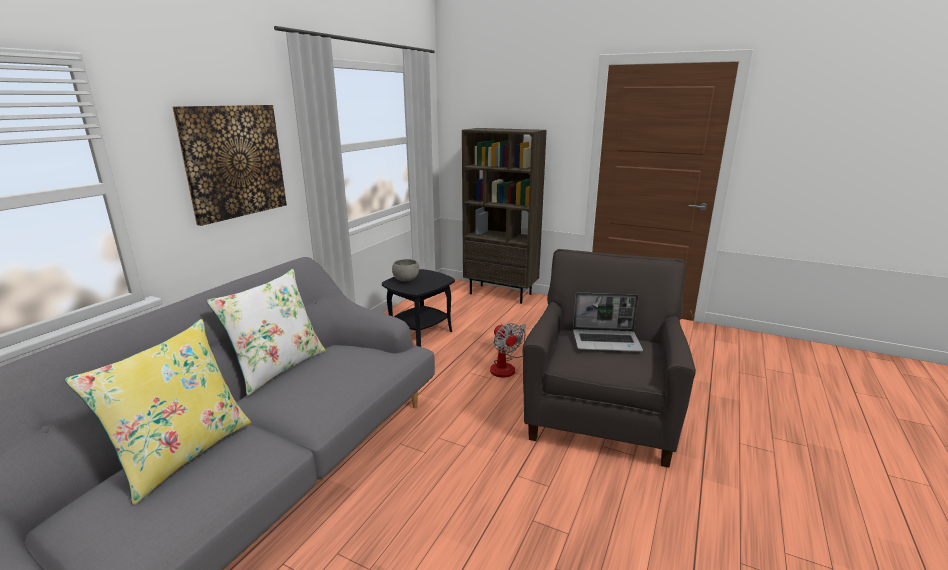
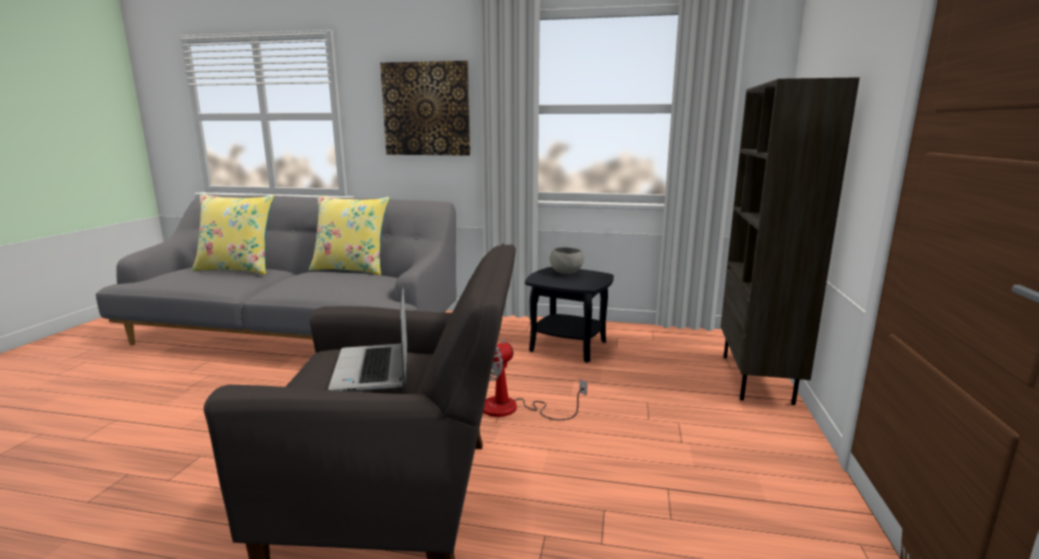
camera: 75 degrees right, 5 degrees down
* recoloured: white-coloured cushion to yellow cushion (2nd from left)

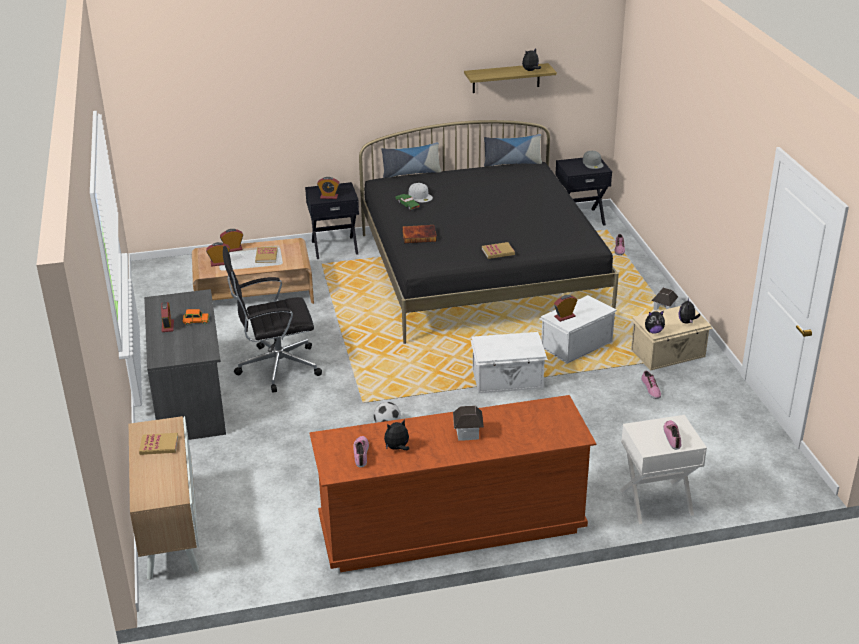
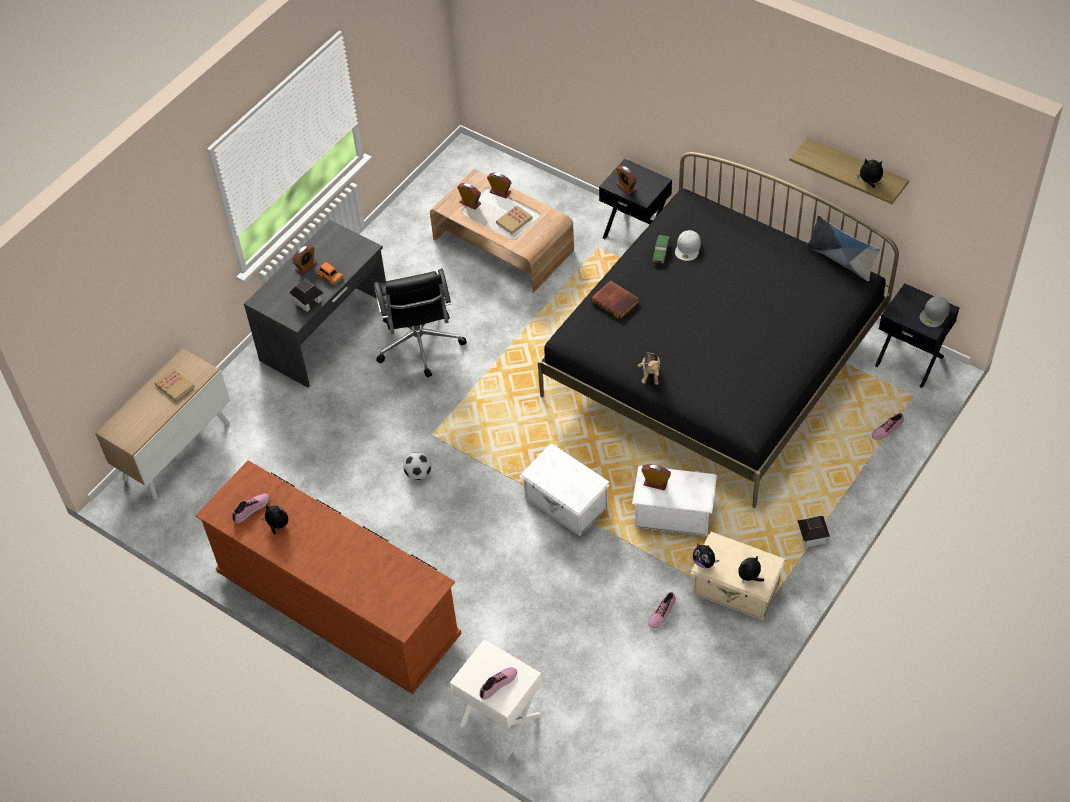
camera: 50 degrees right, 20 degrees up
* removed: cushion (1st from left)
* replaced: book (4th from left) to plush toy (2nd from left)
* turned: blackish computer chair 135 degrees counterclockwise
* moved: toy house (1st from left)

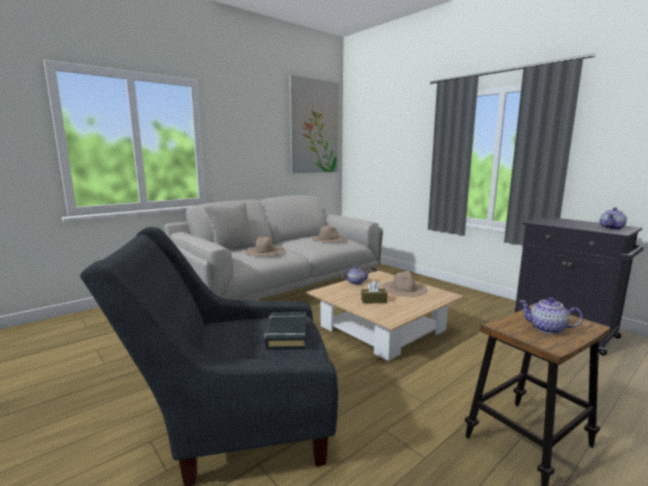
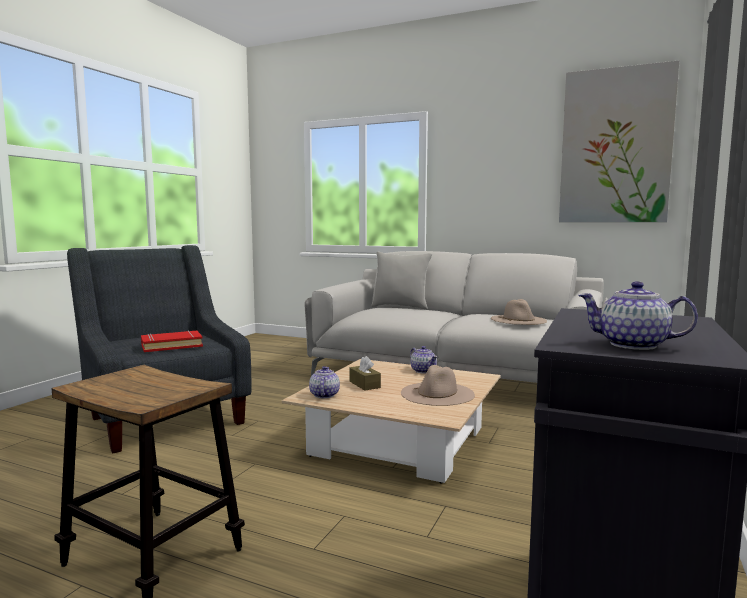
camera: 65 degrees right, 5 degrees down
* removed: beige-coloured wearable hat (1st from left)
* moved: teapot (2nd from left in the first image) to teapot (1st from left)
* recoloured: blackish book to red book

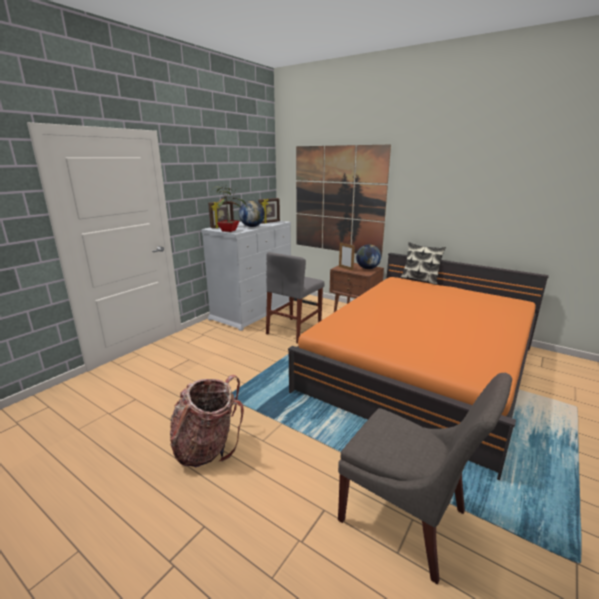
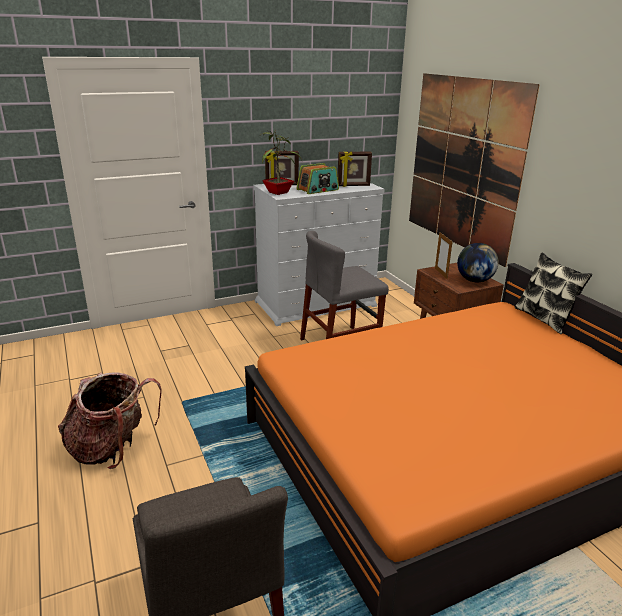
camera: 30 degrees right, 5 degrees up
* replaced: globe (1st from left) to radio set

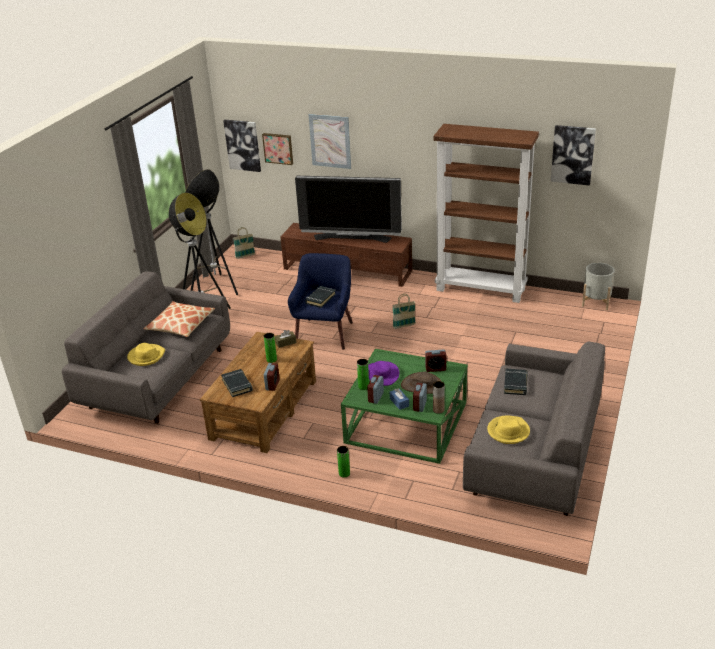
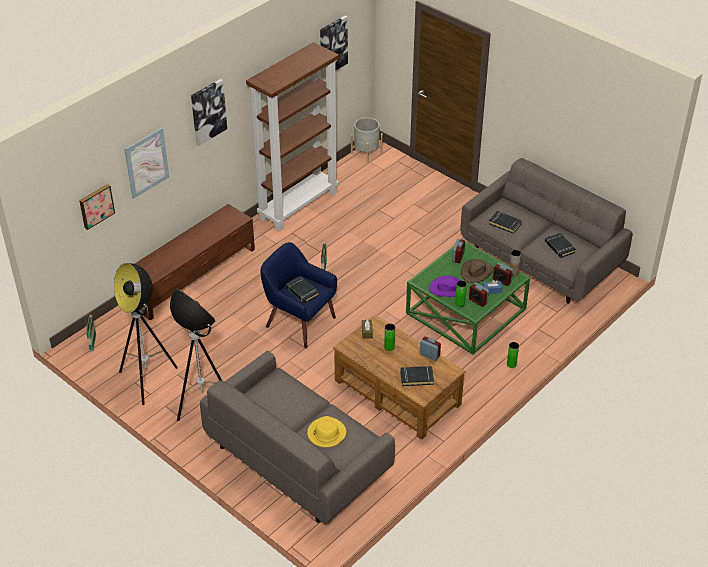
camera: 70 degrees left, 10 degrees up
* moved: wall art (1st from left in the first image) to wall art (3rd from left)
* removed: television
* removed: cushion
* replaced: yellow wearable hat (2nd from left) to blackish book (4th from left)

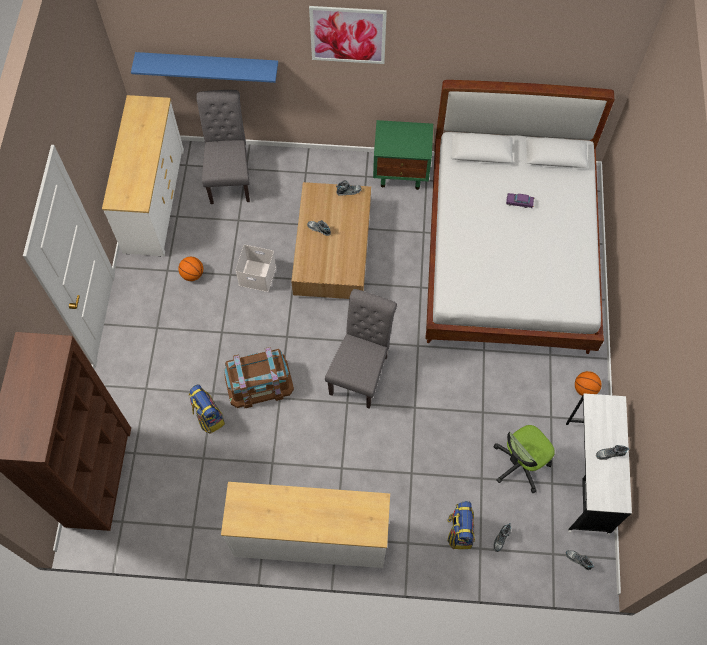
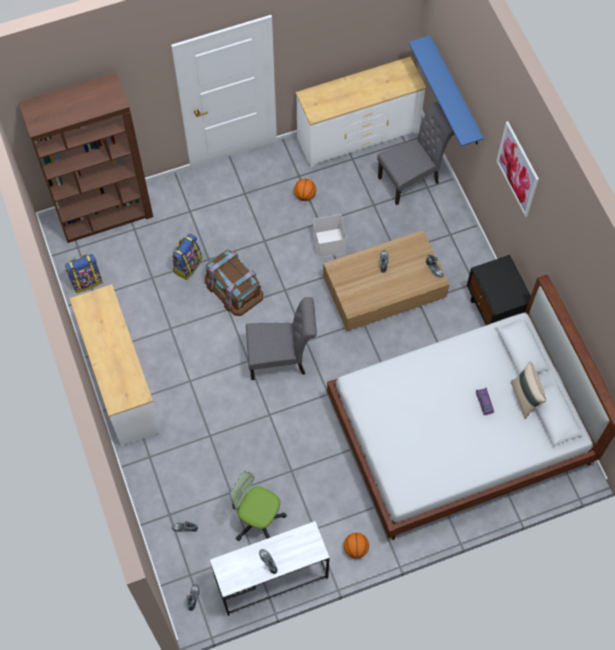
camera: 65 degrees right, 0 degrees up
* recoloured: green-coloured night table to blackish night table
* moved: knapsack (2nd from left in the first image) to knapsack (1st from left)
* added: beige-coloured cushion

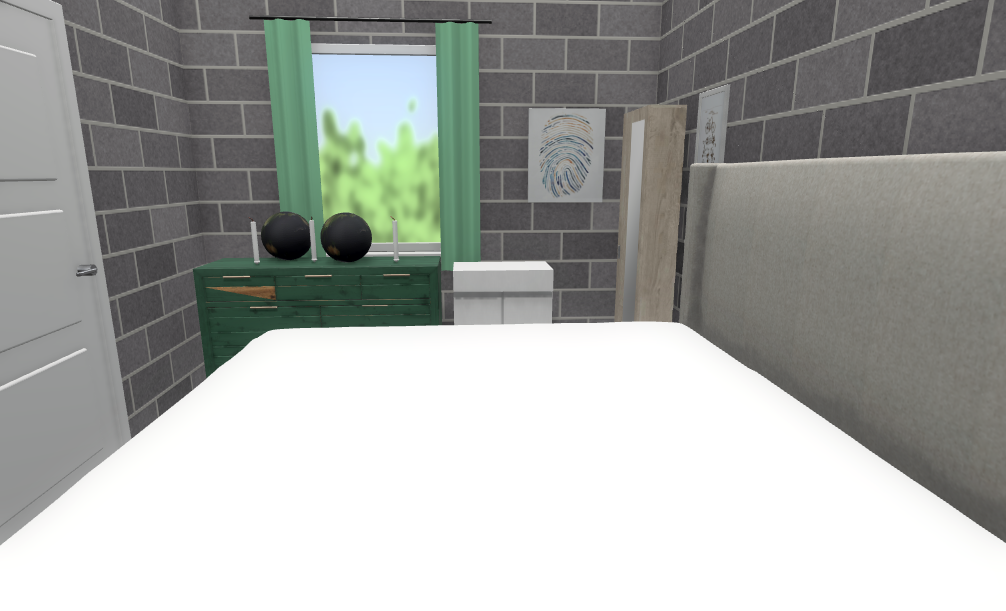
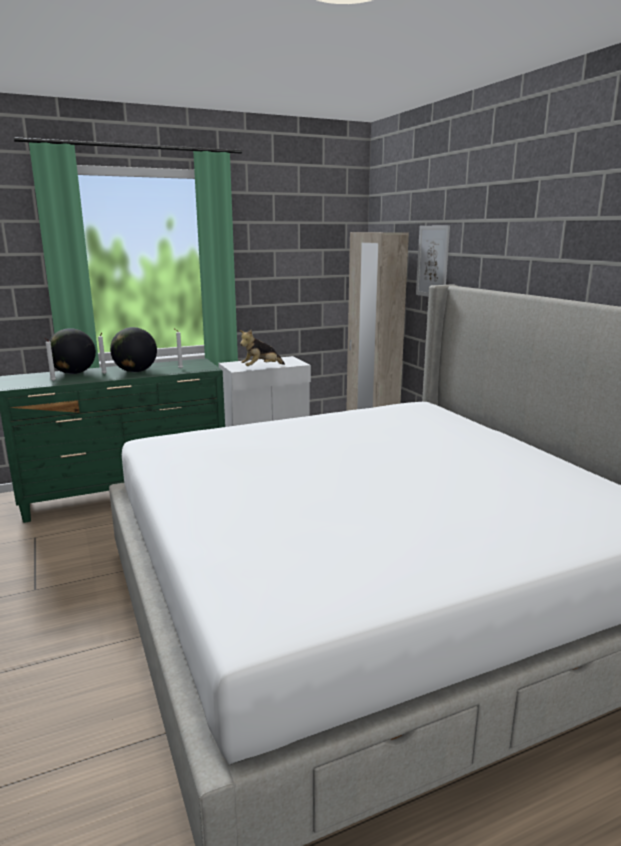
camera: 20 degrees left, 5 degrees up
* removed: wall art (1st from left)
* added: plush toy

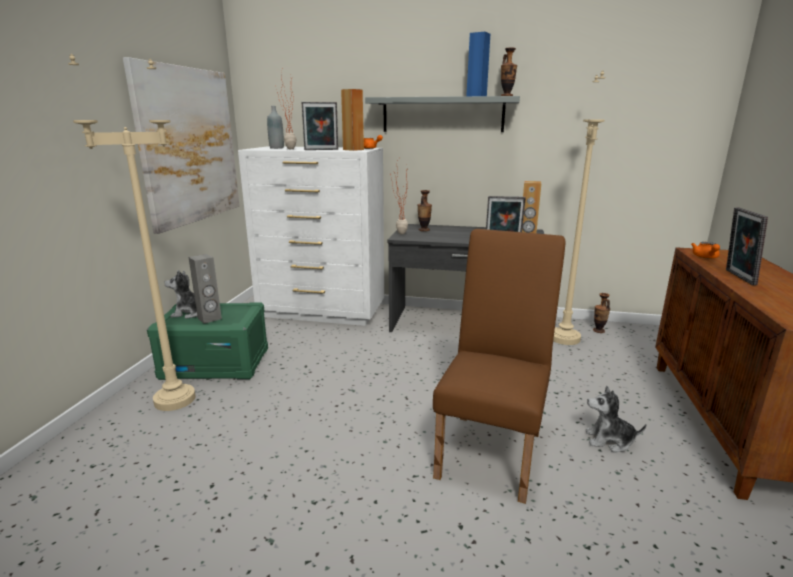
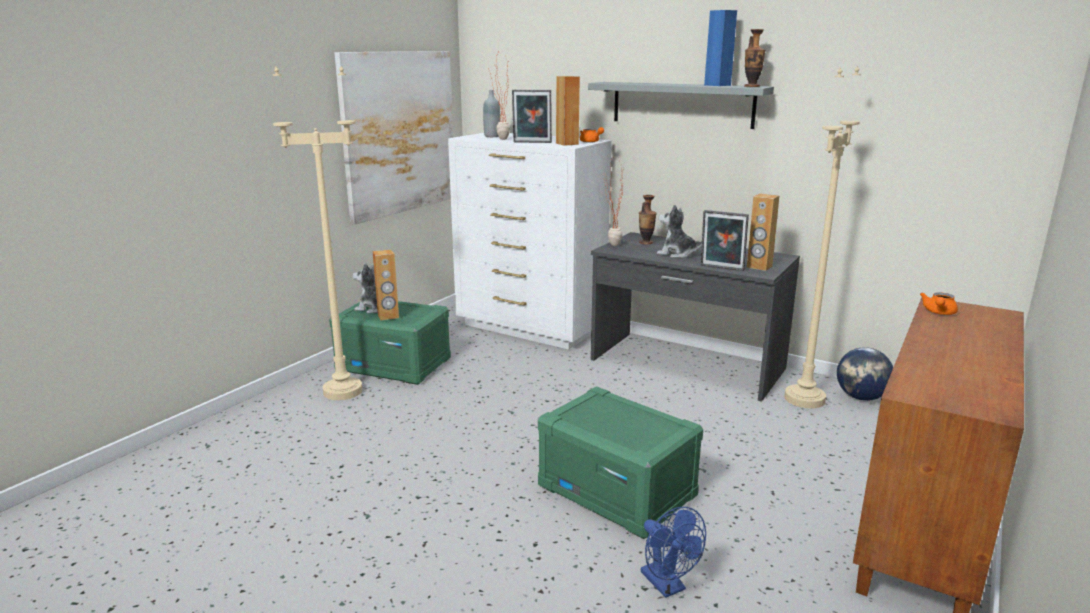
camera: 20 degrees right, 0 degrees up
* removed: standing frame (3rd from left)
* replaced: brown plain chair to green-coloured storage container (2nd from left)
* recoloured: gray speaker to brown speaker (1st from left)
* replaced: decorative vase (3rd from left) to globe
* moved: plush toy (2nd from left)
* added: blue-coloured cooling fan

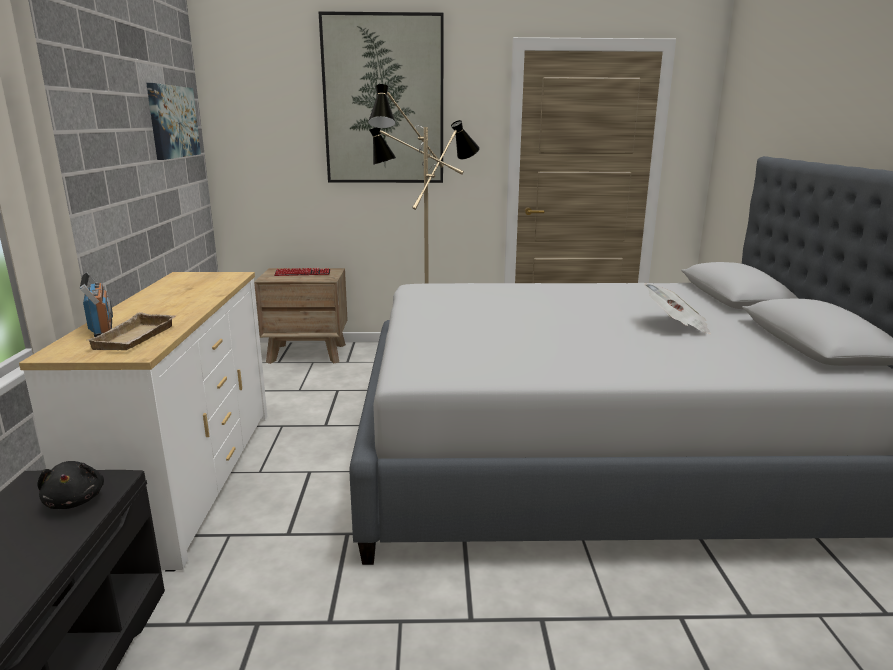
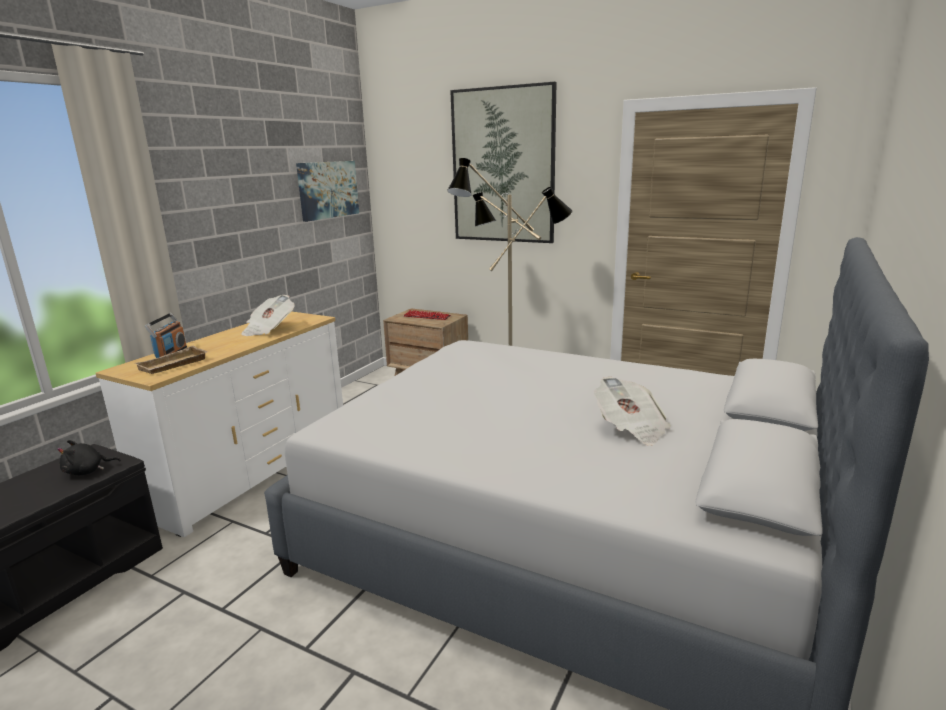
camera: 30 degrees right, 0 degrees up
* turned: blackish plush toy 60 degrees clockwise
* added: printed paper (1st from left)

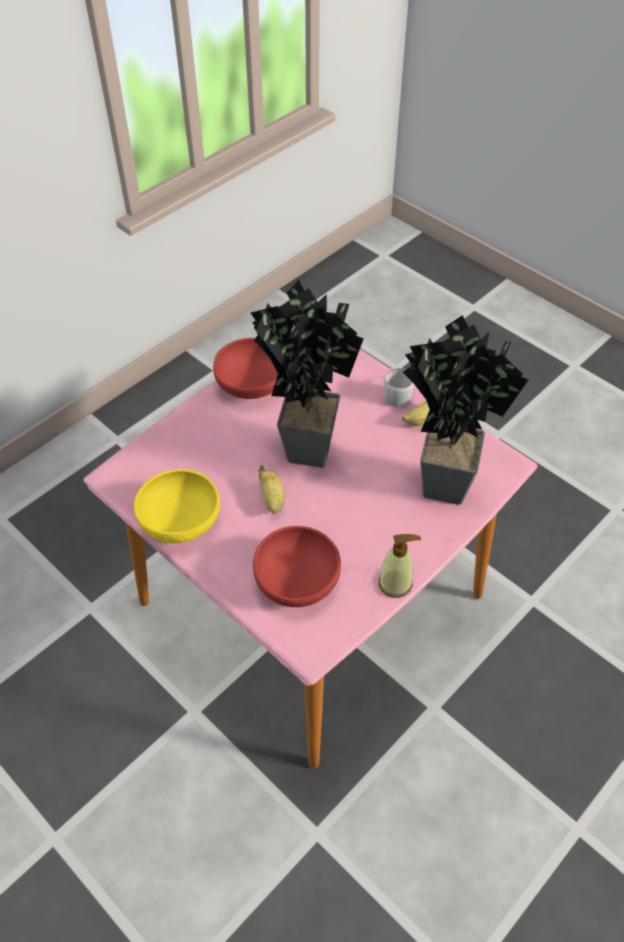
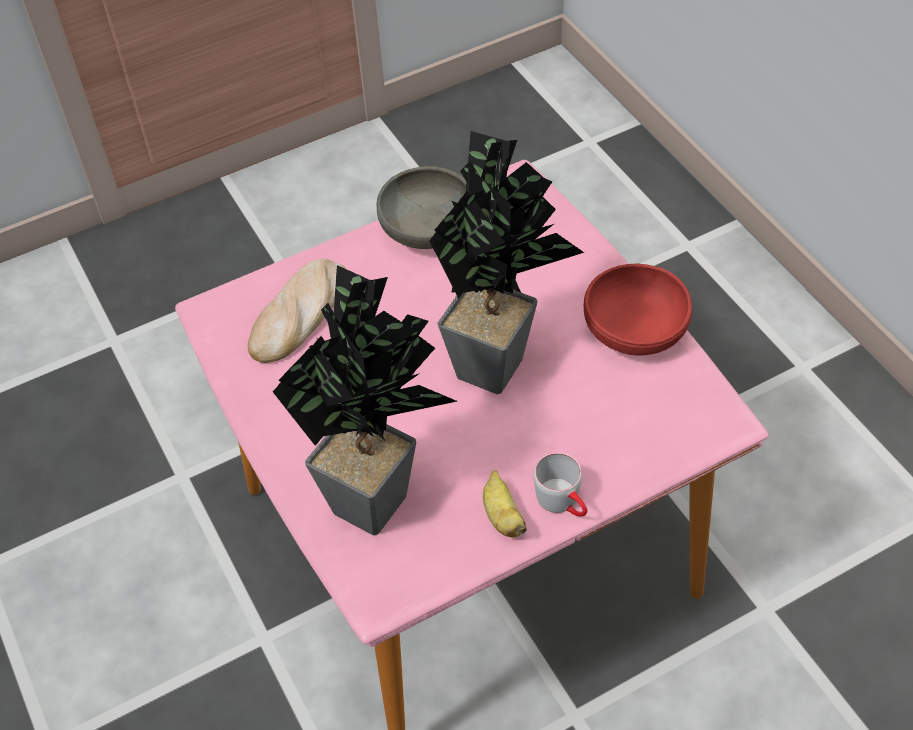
camera: 110 degrees right, 0 degrees up
* removed: banana (1st from left)
* recoloured: yellow serving bowl to gray serving bowl
* replaced: red serving bowl (2nd from left) to baked bread
* removed: soap dispenser

